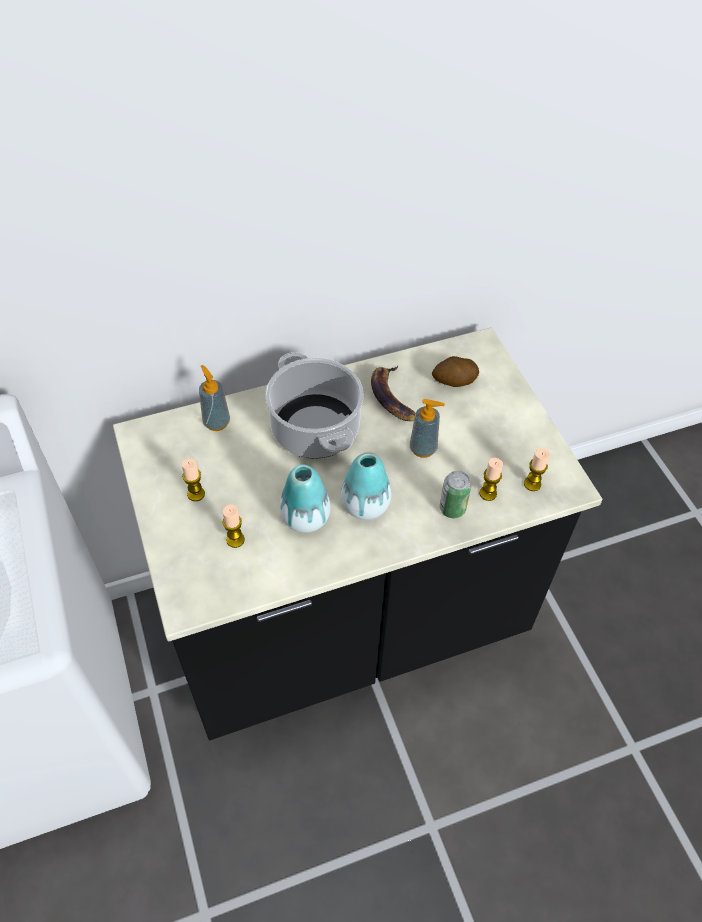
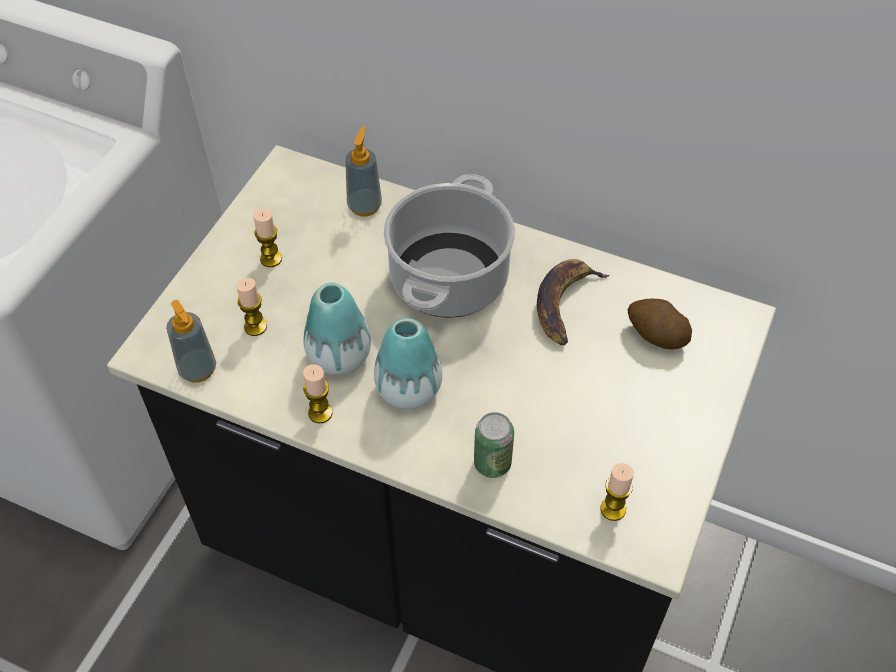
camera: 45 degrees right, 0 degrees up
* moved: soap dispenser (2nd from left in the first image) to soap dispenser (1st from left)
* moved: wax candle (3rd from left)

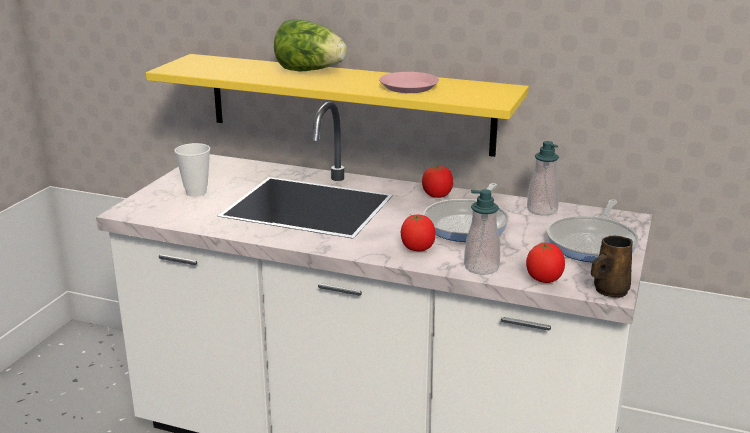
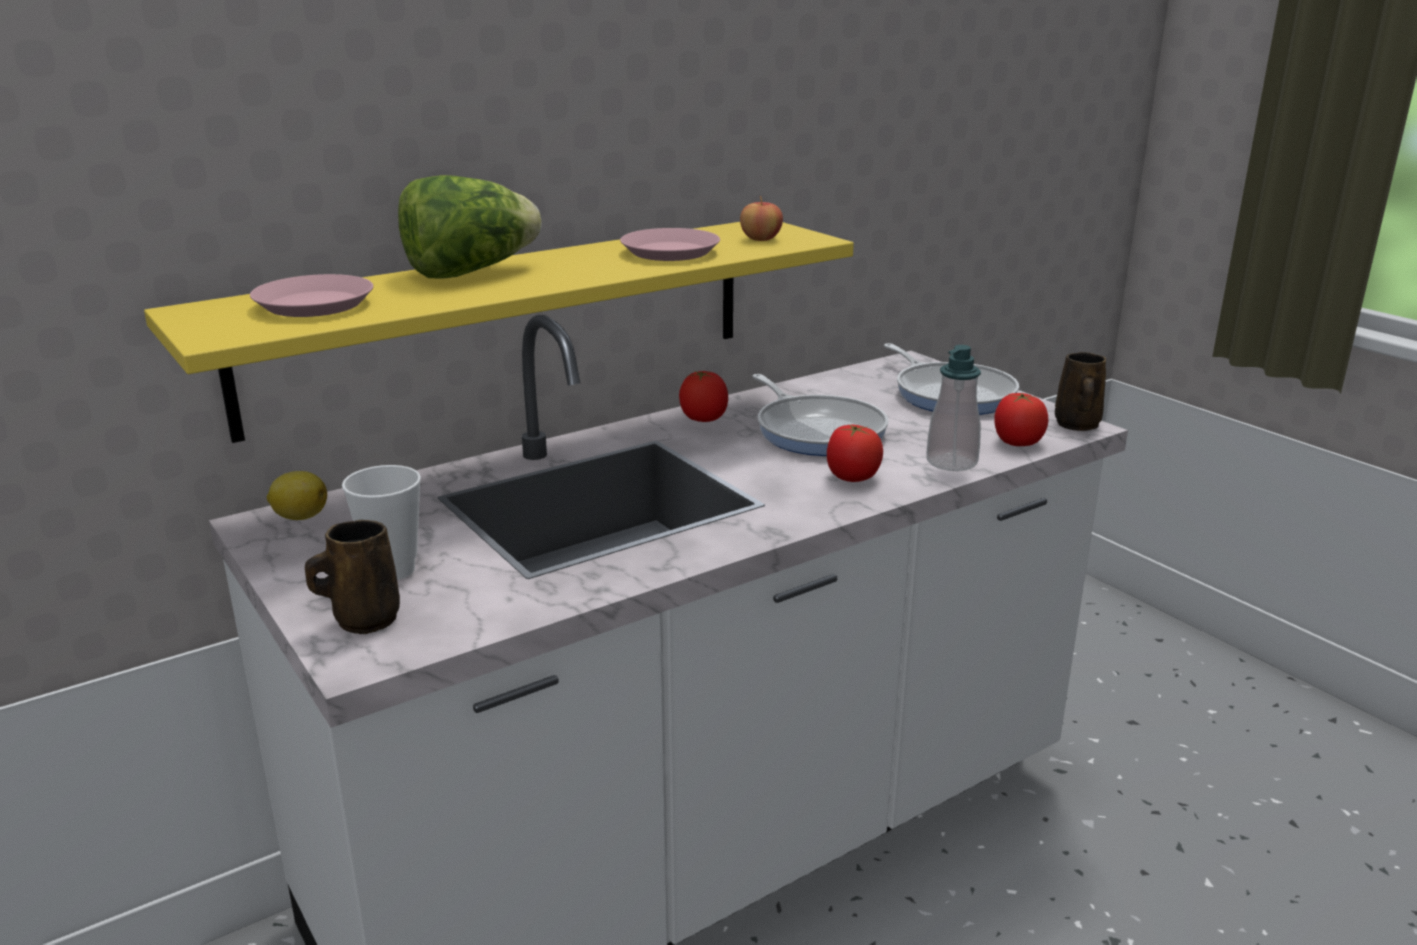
camera: 55 degrees left, 0 degrees up
* removed: soap dispenser (2nd from left)
* added: whole apple
* added: pinkish dinner plate (1st from left)
* added: citrus fruit
* added: brown mug (1st from left)

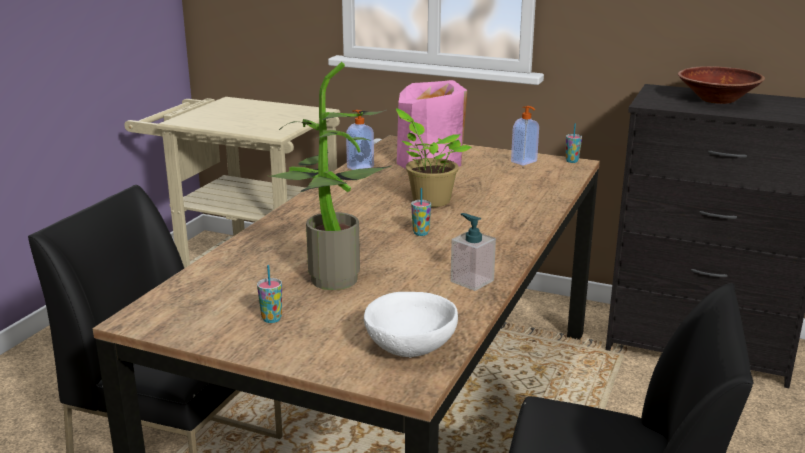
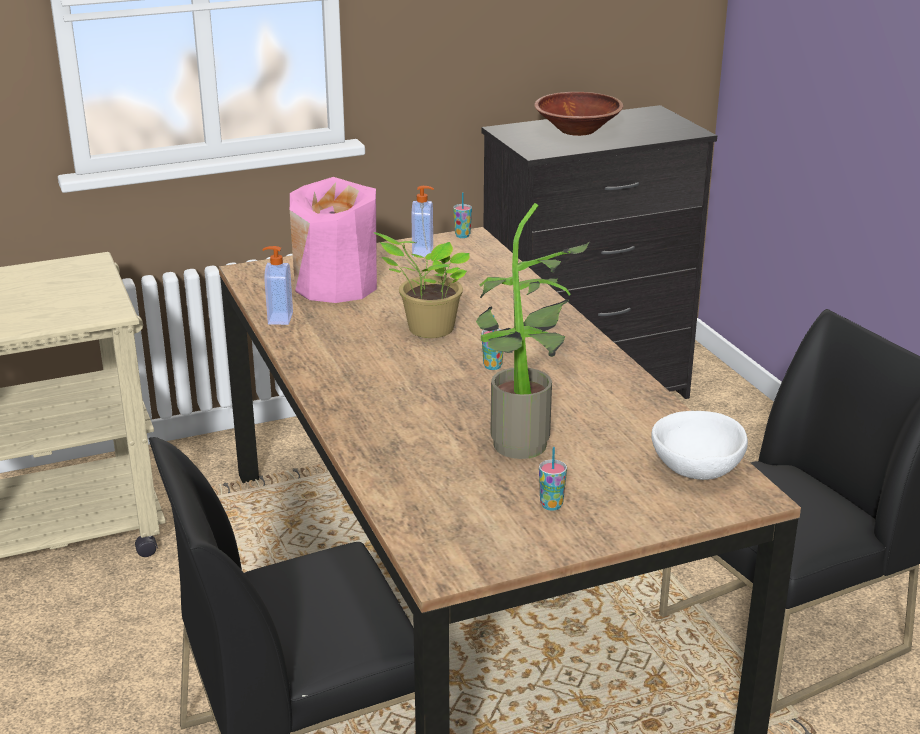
camera: 45 degrees left, 5 degrees up
* removed: soap dispenser (2nd from left)

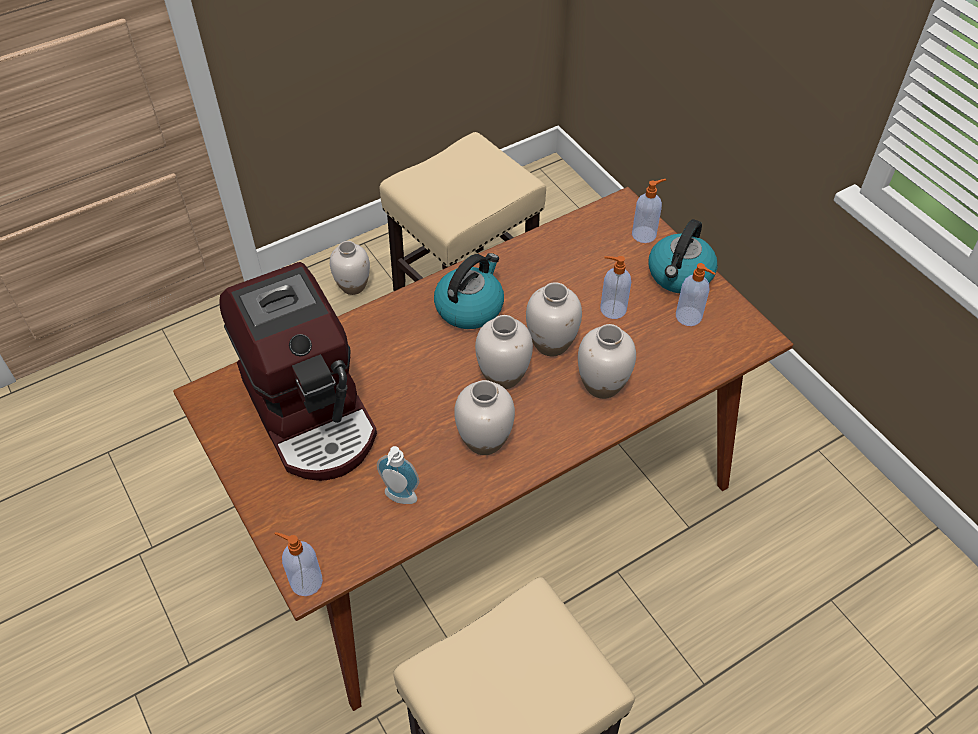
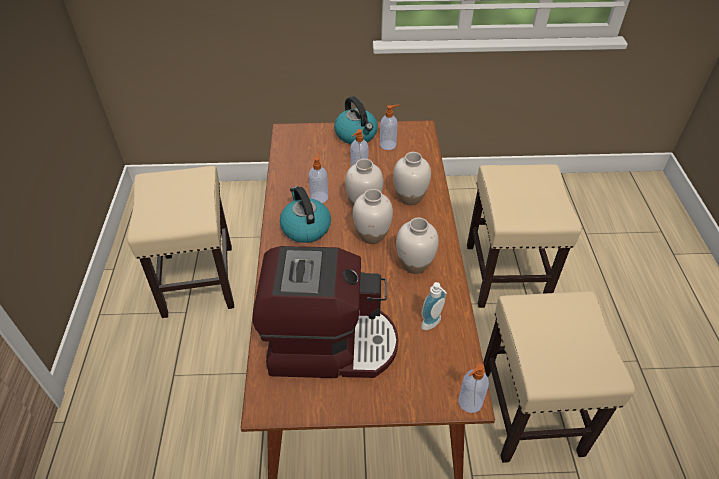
camera: 60 degrees left, 5 degrees down
* moved: soap dispenser (4th from left in the first image) to soap dispenser (1st from left)
* removed: white-coloured decorative vase (1st from left)
* added: beige-coloured stool seat (2nd from left)

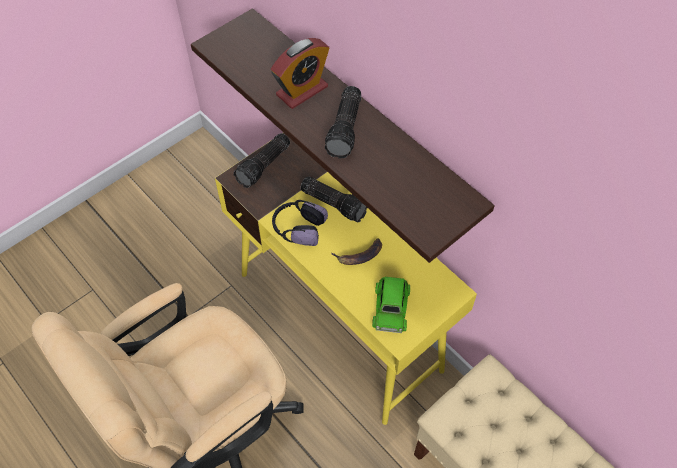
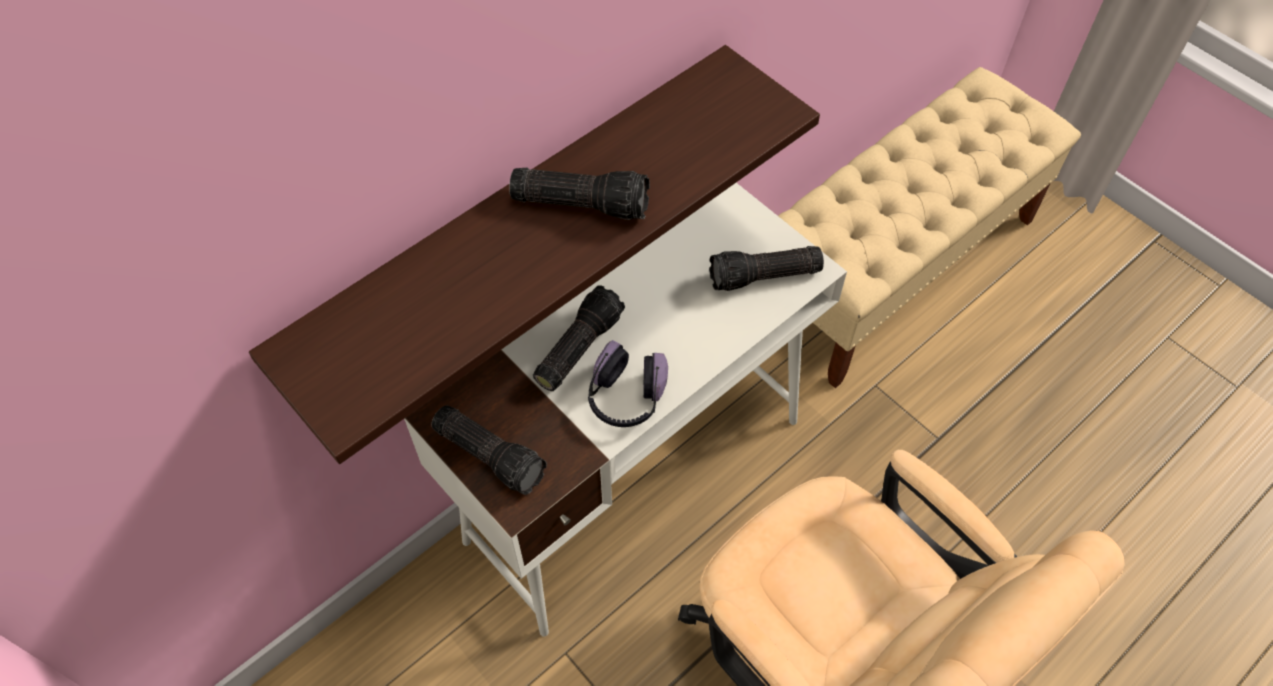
camera: 90 degrees left, 0 degrees up
* removed: table clock
* recoloured: yellow desk unit to white-coloured desk unit
* removed: banana
* replaced: green-coloured toy car to torch (4th from left)

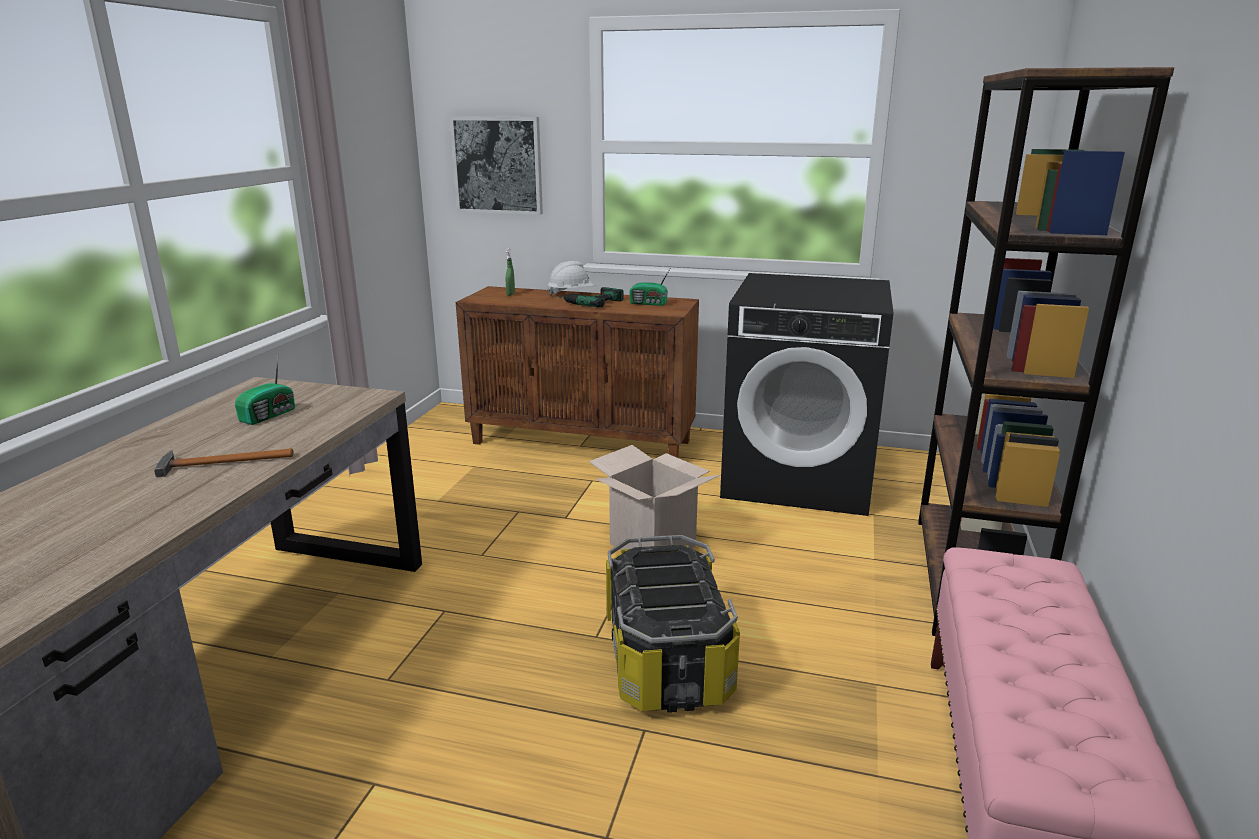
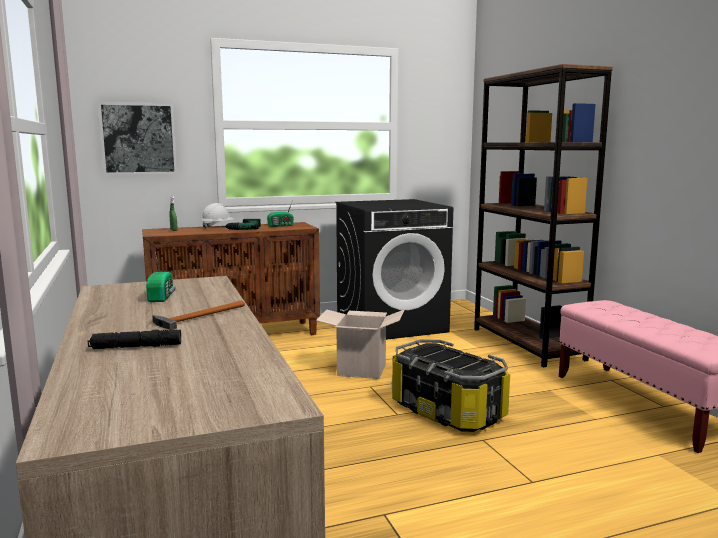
camera: 35 degrees left, 10 degrees down
* added: blackish torch

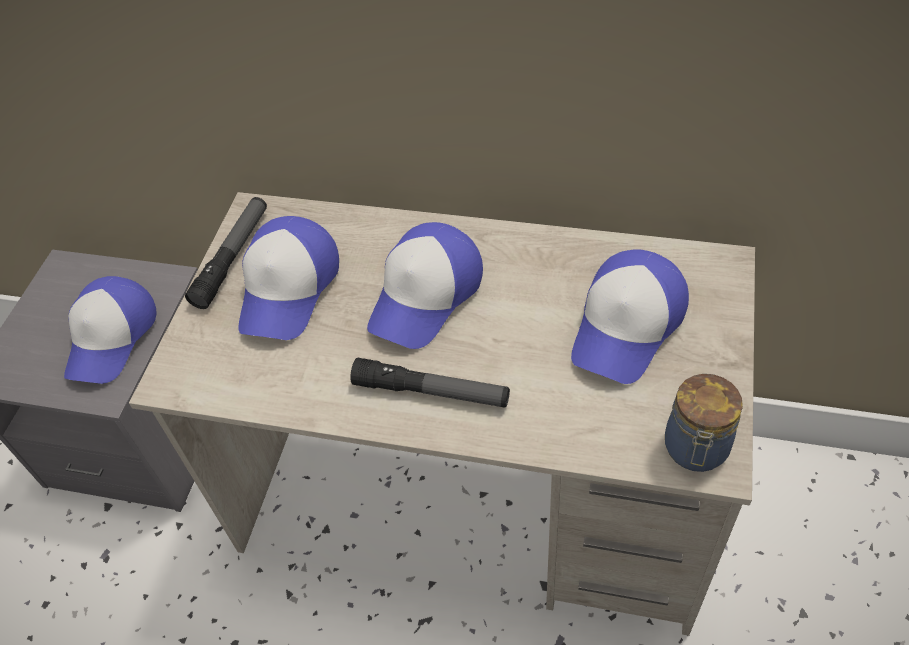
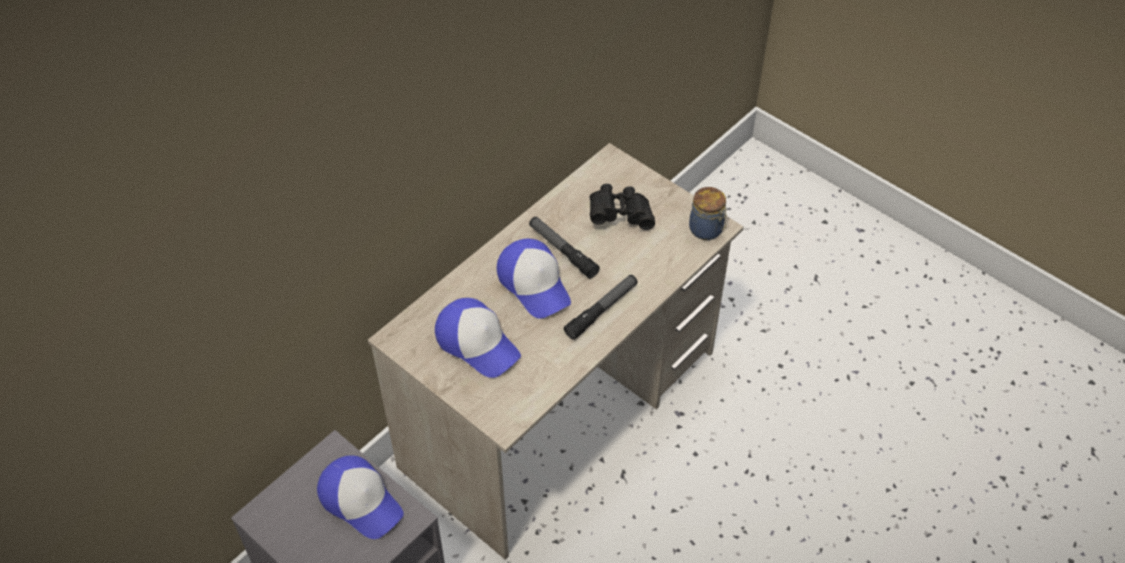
camera: 65 degrees left, 0 degrees up
* moved: torch (1st from left)
* replaced: cap (4th from left) to blackish binoculars

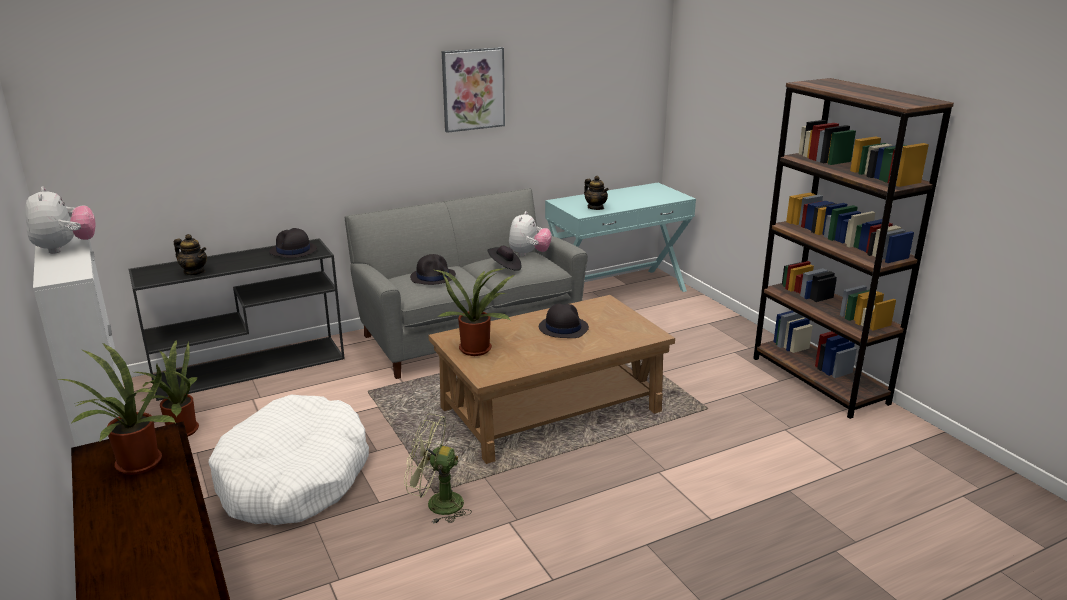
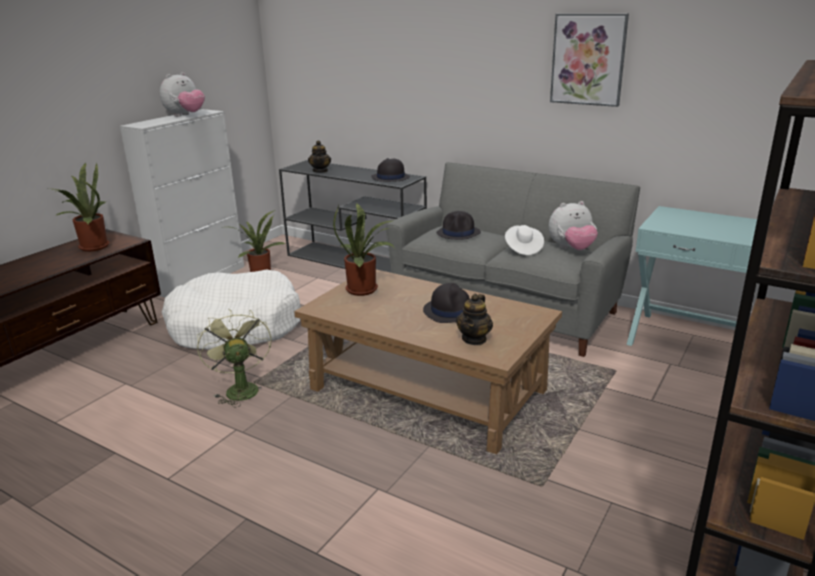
camera: 60 degrees right, 0 degrees up
* moved: teapot (2nd from left)
* recoloured: blackish wearable hat (3rd from left) to white-coloured wearable hat

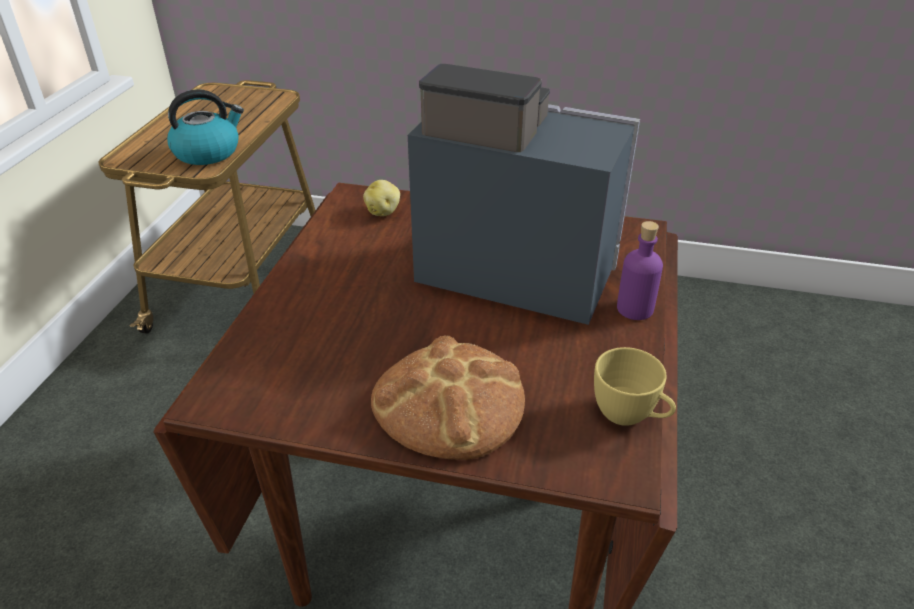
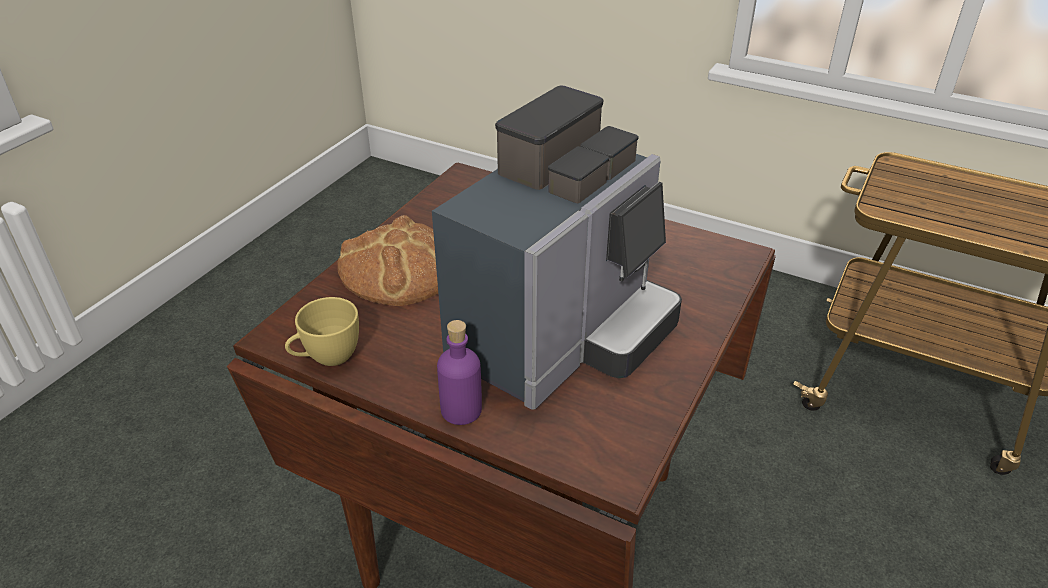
camera: 105 degrees right, 0 degrees up
* removed: water kettle
* removed: potato

